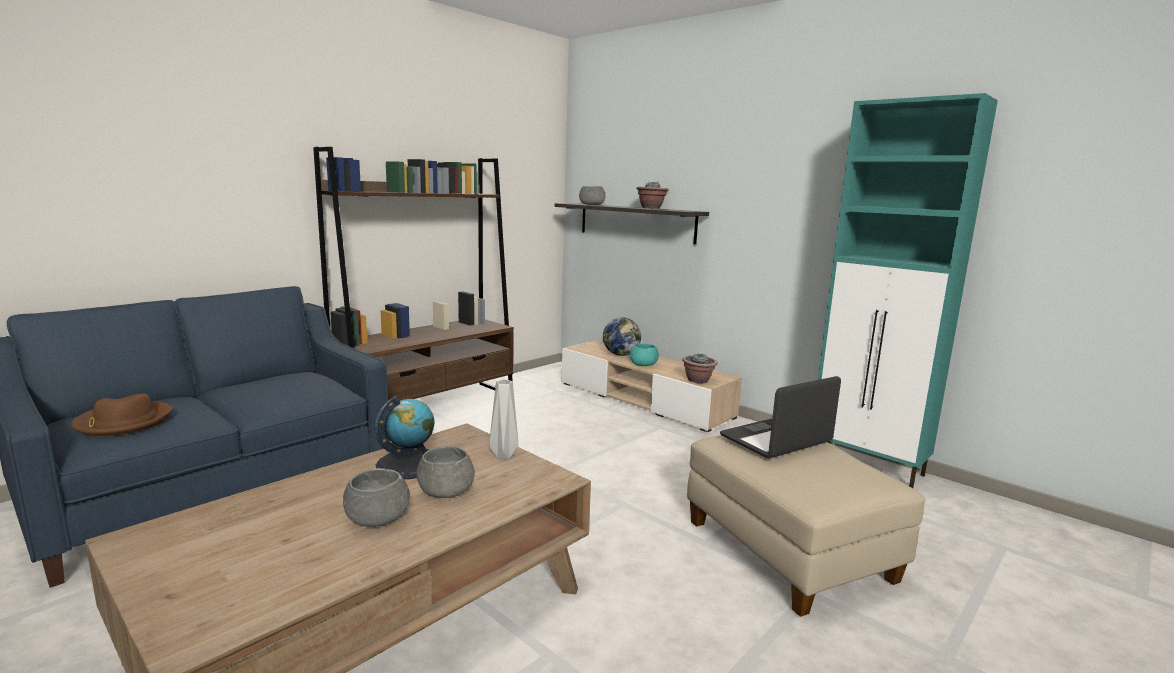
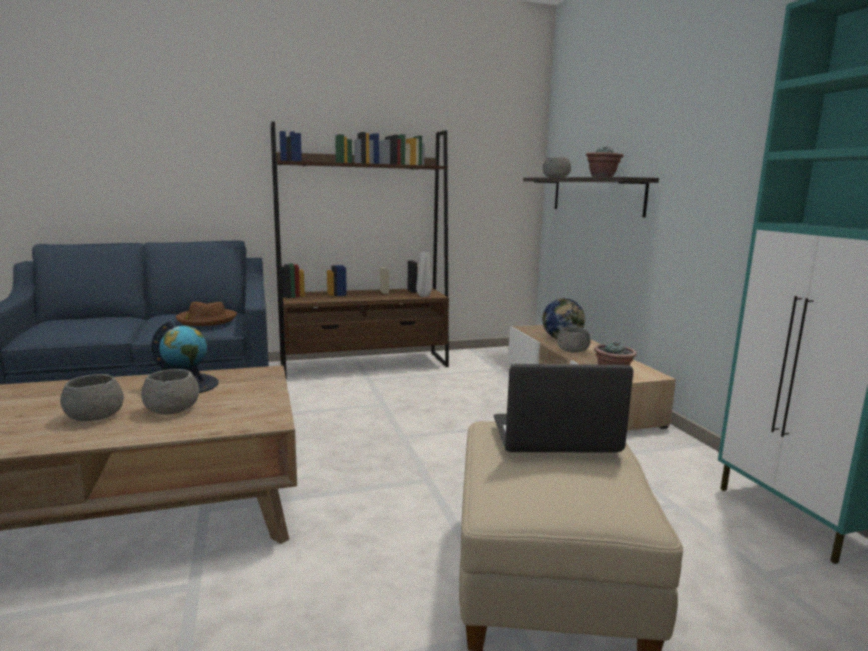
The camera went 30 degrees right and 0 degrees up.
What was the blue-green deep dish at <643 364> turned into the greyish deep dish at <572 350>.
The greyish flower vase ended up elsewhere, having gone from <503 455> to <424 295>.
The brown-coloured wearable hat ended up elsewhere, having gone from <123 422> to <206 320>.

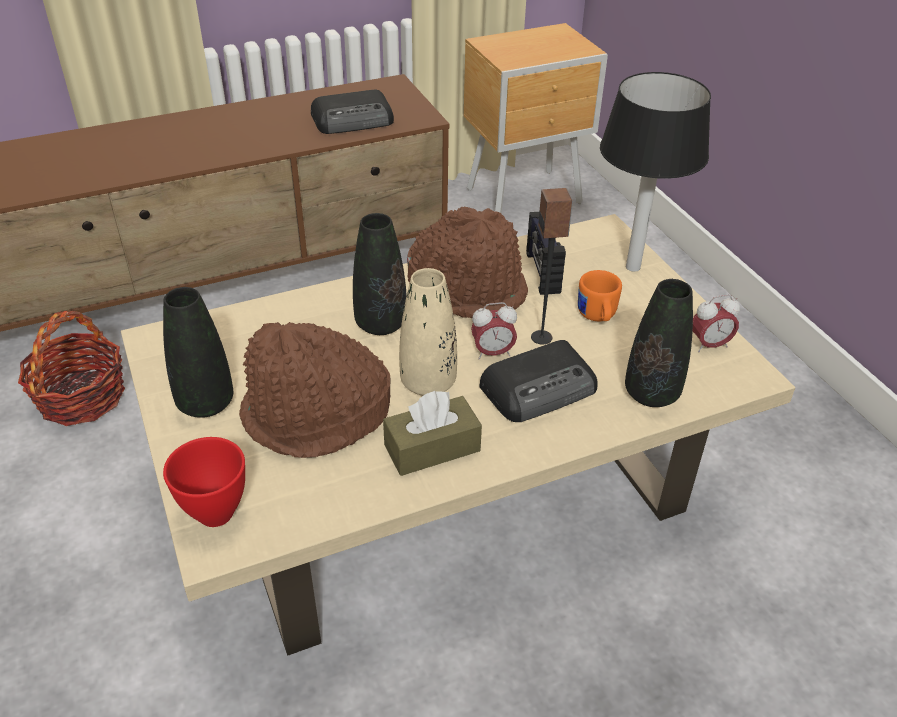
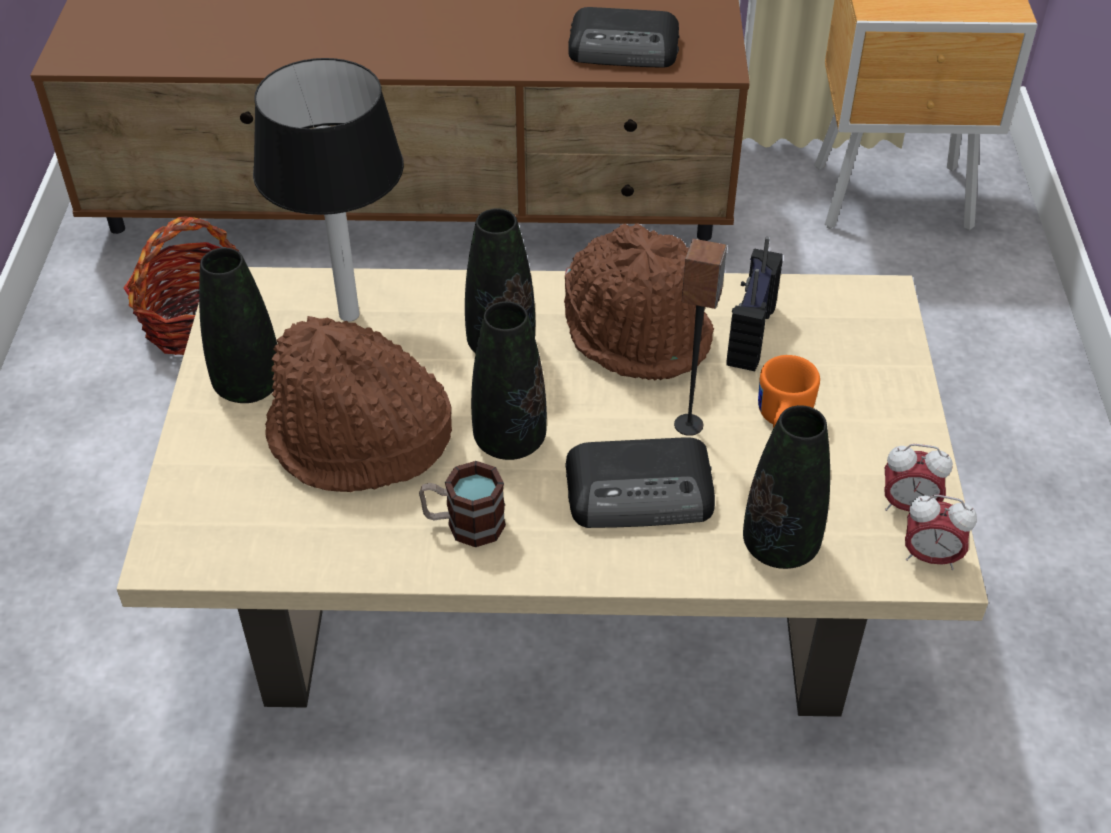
The camera went 25 degrees right and 5 degrees up.
The table lamp ended up elsewhere, having gone from <632 267> to <347 314>.
What was the beige flower vase at <428 383> turned into the black-coloured flower vase at <510 441>.
The table clock ended up elsewhere, having gone from <492 353> to <930 557>.
Where the brown-coloured tissue box stood at <432 448>, the mug came to stand at <464 524>.
The second view lost the red deep dish at <215 515>.

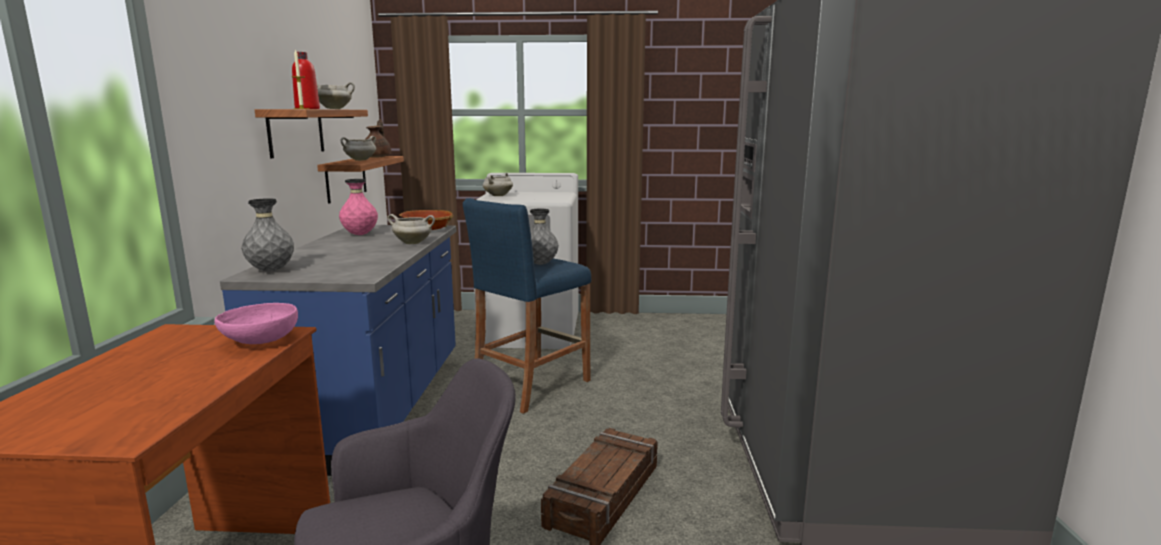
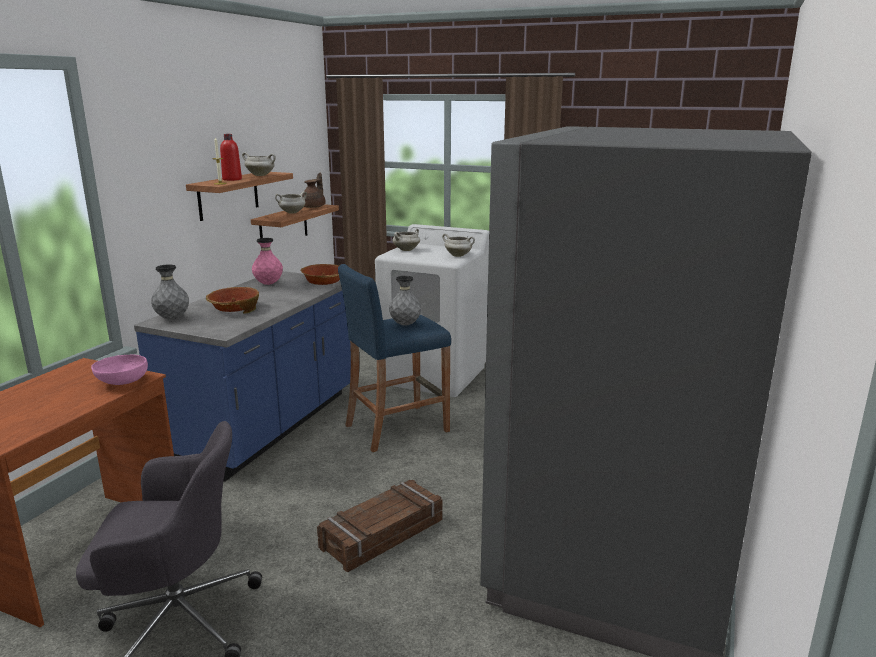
The camera went 20 degrees right and 5 degrees up.
The whitish cooking pot ended up elsewhere, having gone from <413 243> to <458 255>.
The second view gained the deep dish at <234 309>.

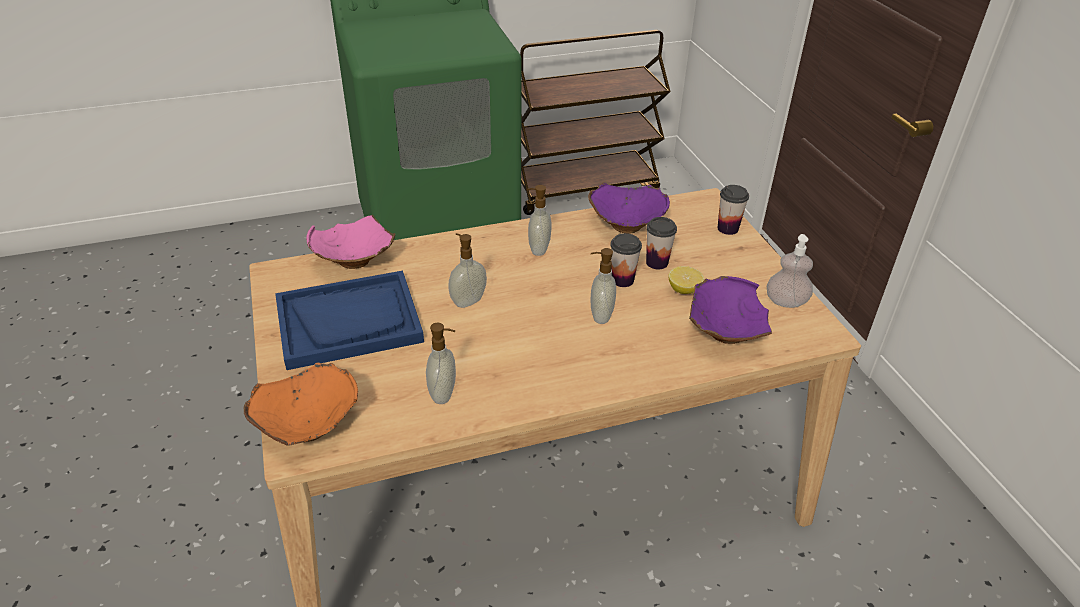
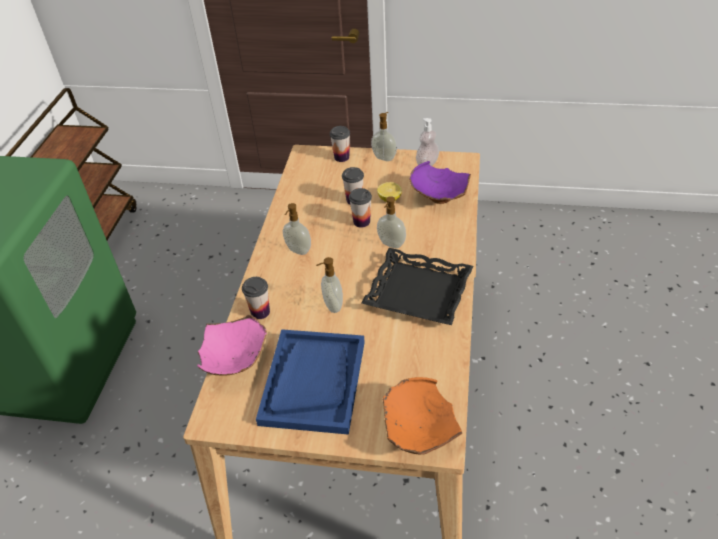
The camera went 60 degrees left and 5 degrees up.
The second view lost the purple deep dish at <626 224>.
The soap dispenser ended up elsewhere, having gone from <444 393> to <384 157>.
The second view gained the black-coloured serving tray at <418 292>.
The second view gained the cup at <260 312>.

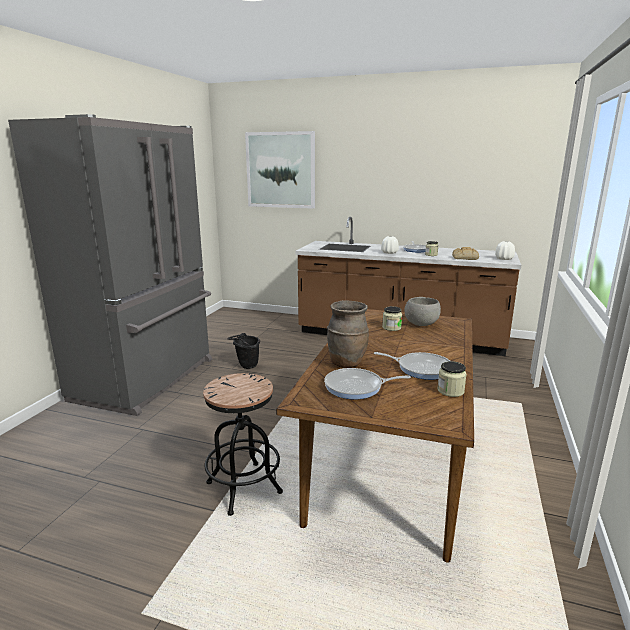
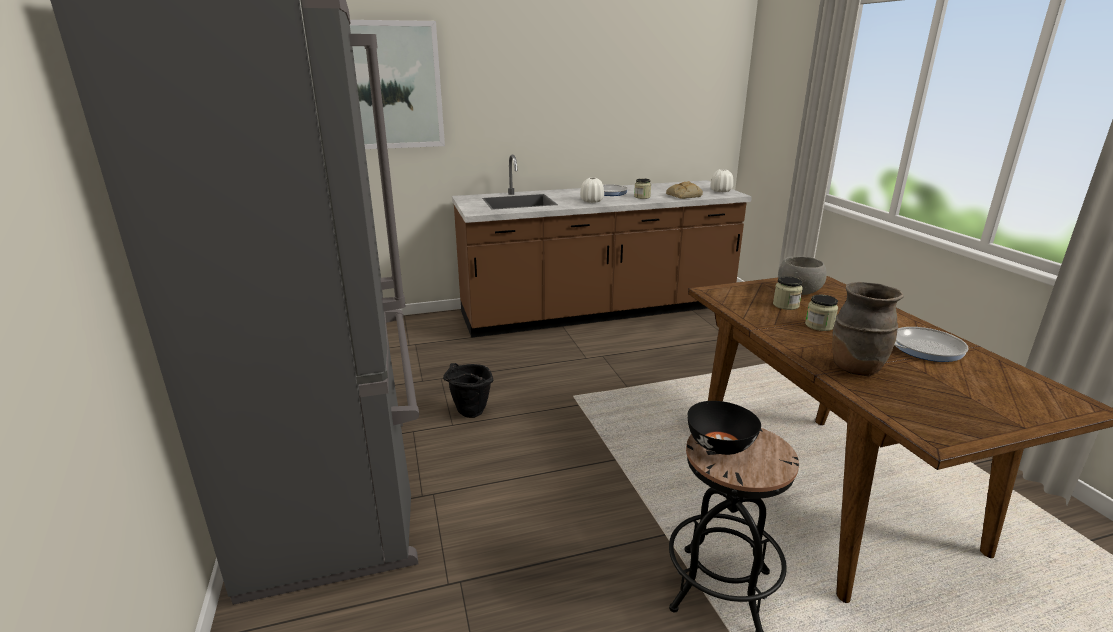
The camera went 35 degrees left and 5 degrees up.
The storage jar ended up elsewhere, having gone from <450 391> to <819 325>.
The second view lost the frying pan at <357 387>.
The second view gained the black-coloured deep dish at <719 444>.

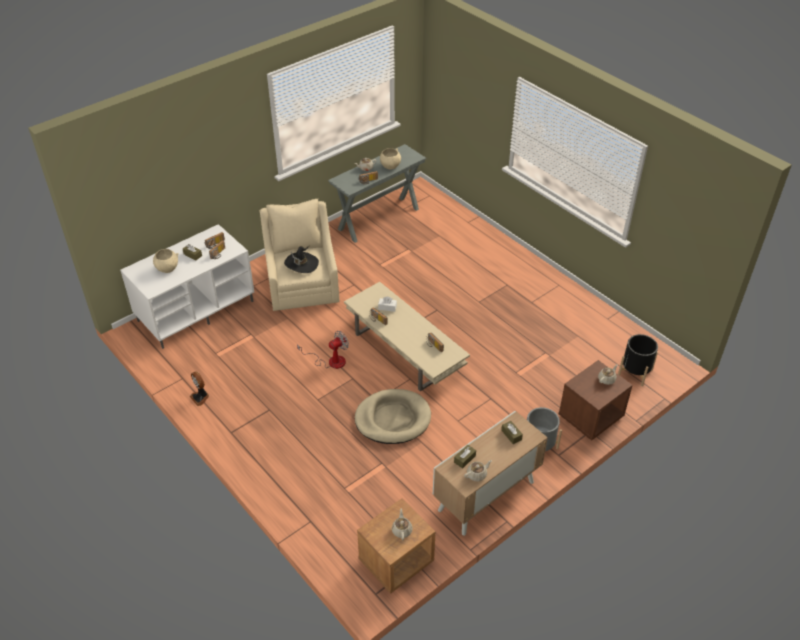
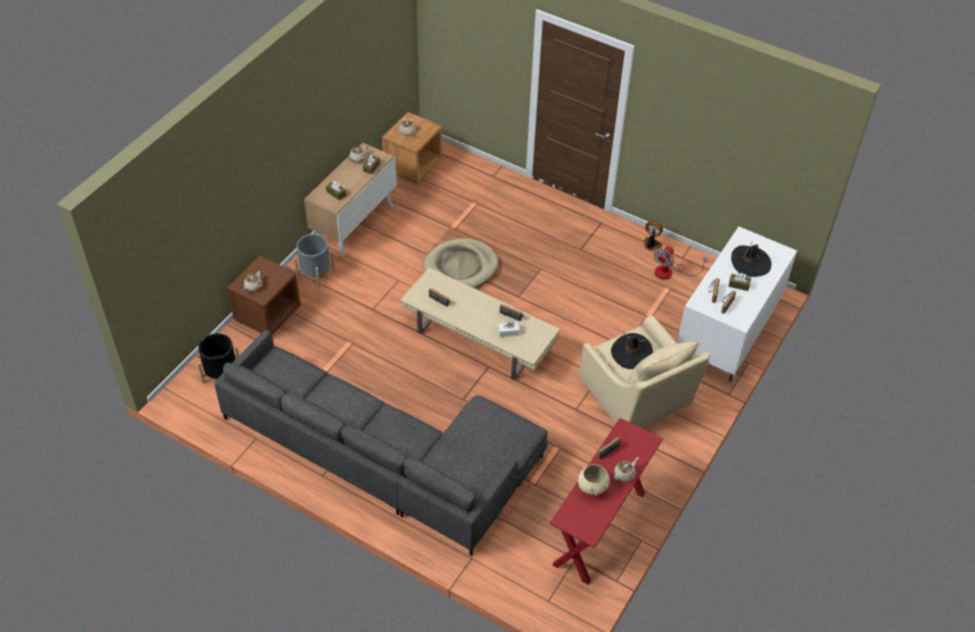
The camera went 160 degrees right and 5 degrees up.
What was the greyish narrow table at <379 219> turned into the red narrow table at <599 528>.
Where the beige deep dish stood at <167 268>, the black-coloured wearable hat came to stand at <750 263>.
The cooling fan ended up elsewhere, having gone from <330 361> to <670 272>.
The second view gained the greyish settee at <387 456>.

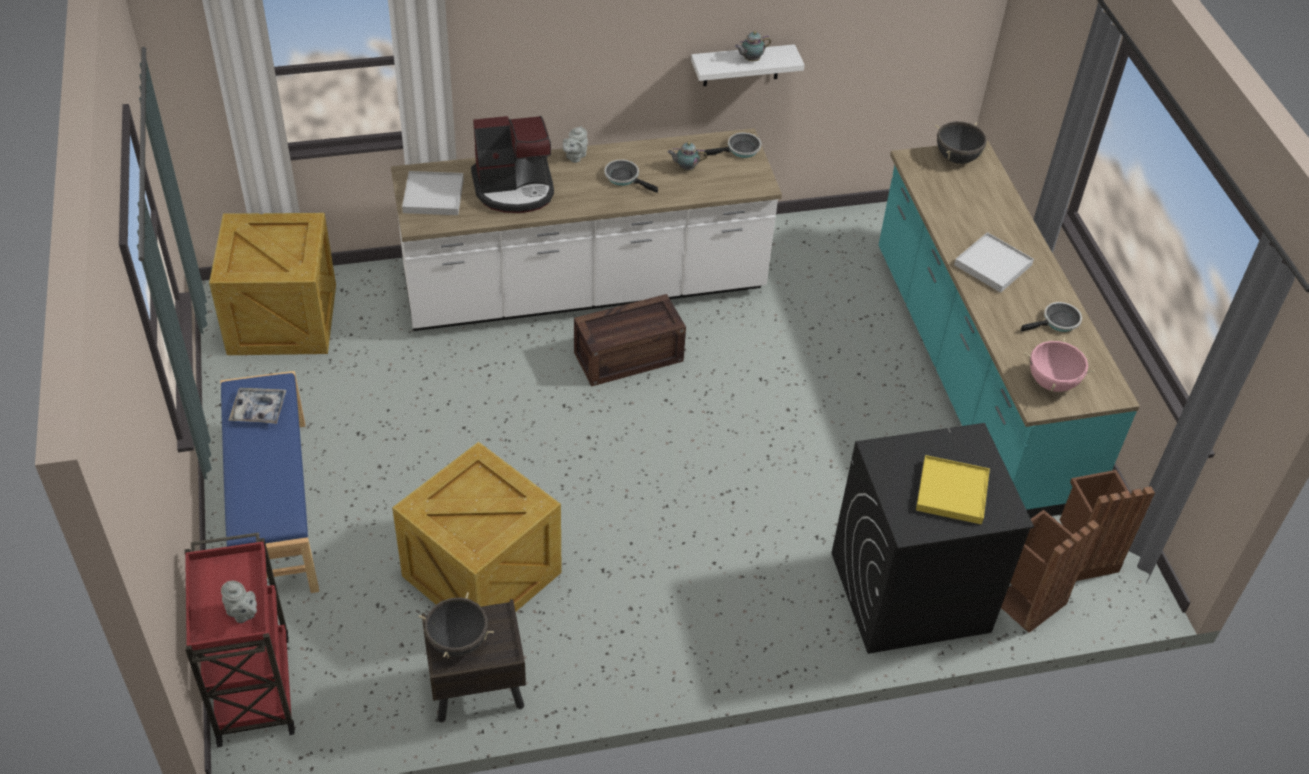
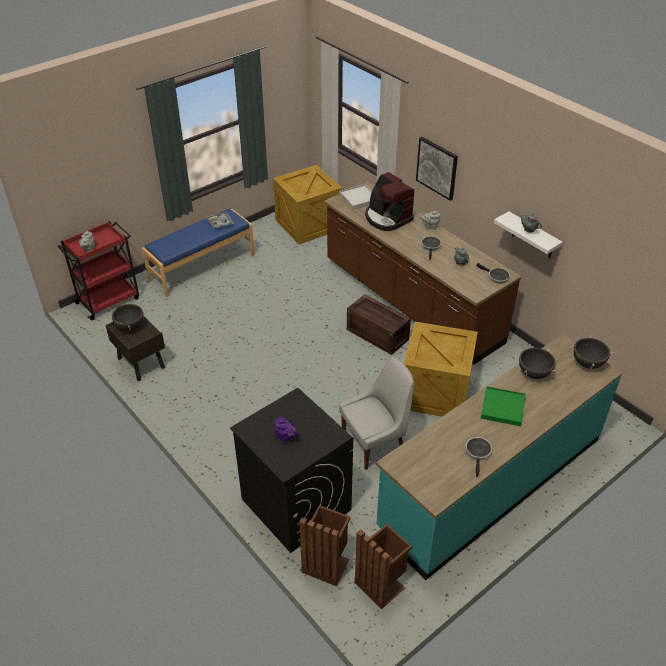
The camera went 65 degrees right and 5 degrees down.
What was the whitish counter at <585 288> turned into the brown-coloured counter at <411 302>.
What was the whitish serving tray at <993 265> turned into the green-coloured serving tray at <502 408>.
The frying pan at <1058 322> ended up facing another way, 120 degrees counterclockwise from before.
The second view lost the pink cooking pot at <1052 382>.
The packing crate ended up elsewhere, having gone from <479 574> to <434 391>.
Where the yellowish serving tray stood at <951 492>, the purple tea pot came to stand at <285 438>.
The second view gained the picture at <437 168>.
The second view gained the black-coloured cooking pot at <534 373>.
The second view gained the whitish upright chair at <375 443>.

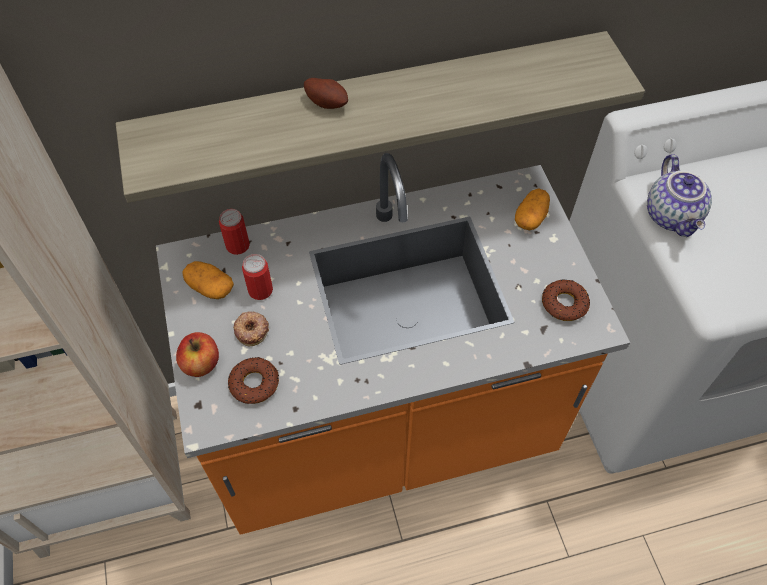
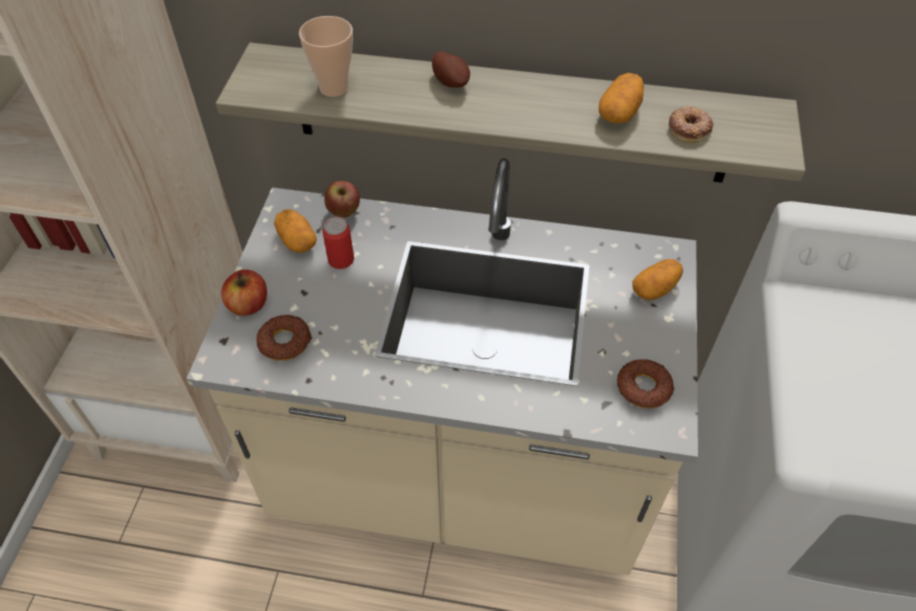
The camera went 25 degrees right and 5 degrees down.
What was the orange counter at <383 432> turned into the beige counter at <458 480>.
The second view lost the tea pot at <673 216>.
Where the can stood at <237 245>, the apple fruit came to stand at <344 212>.
The donut ended up elsewhere, having gone from <252 330> to <689 128>.
The second view gained the cup at <334 88>.
The second view gained the spud at <619 112>.

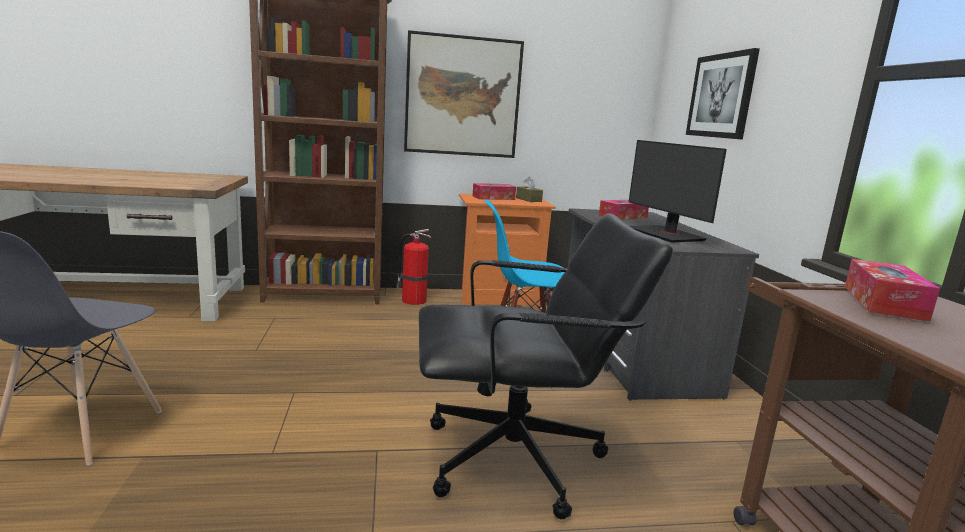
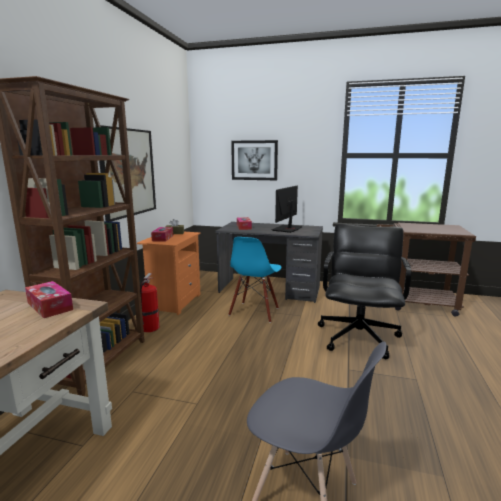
The camera went 65 degrees left and 0 degrees up.
The monitor at <666 234> ended up facing another way, 120 degrees clockwise from before.
The tissue box ended up elsewhere, having gone from <883 302> to <50 306>.

